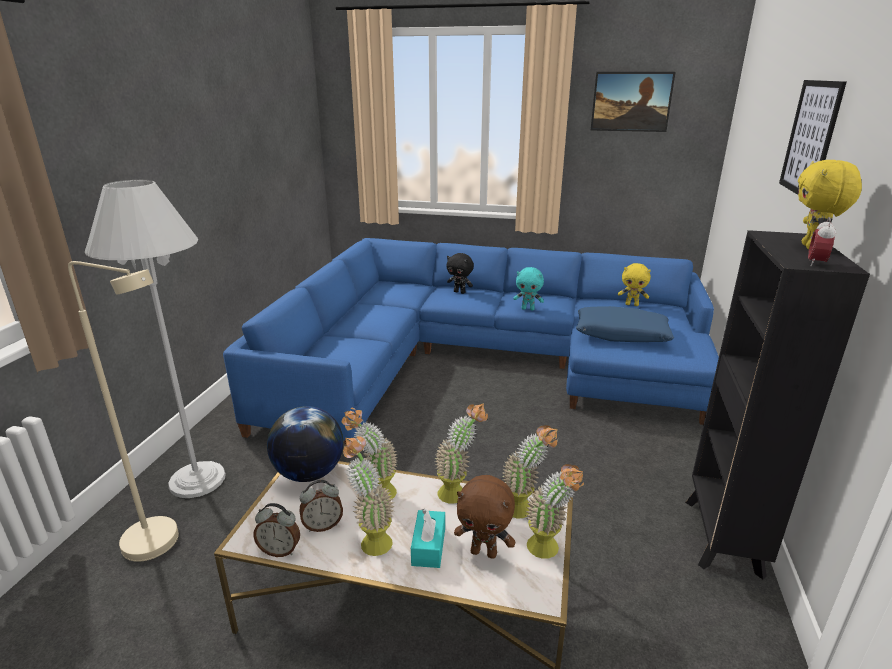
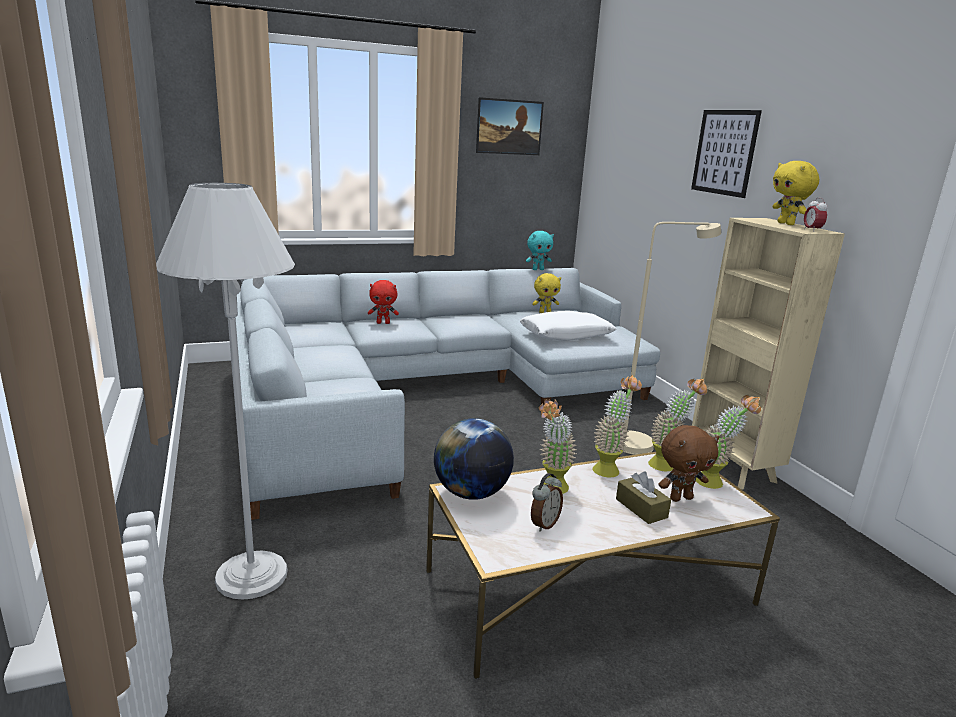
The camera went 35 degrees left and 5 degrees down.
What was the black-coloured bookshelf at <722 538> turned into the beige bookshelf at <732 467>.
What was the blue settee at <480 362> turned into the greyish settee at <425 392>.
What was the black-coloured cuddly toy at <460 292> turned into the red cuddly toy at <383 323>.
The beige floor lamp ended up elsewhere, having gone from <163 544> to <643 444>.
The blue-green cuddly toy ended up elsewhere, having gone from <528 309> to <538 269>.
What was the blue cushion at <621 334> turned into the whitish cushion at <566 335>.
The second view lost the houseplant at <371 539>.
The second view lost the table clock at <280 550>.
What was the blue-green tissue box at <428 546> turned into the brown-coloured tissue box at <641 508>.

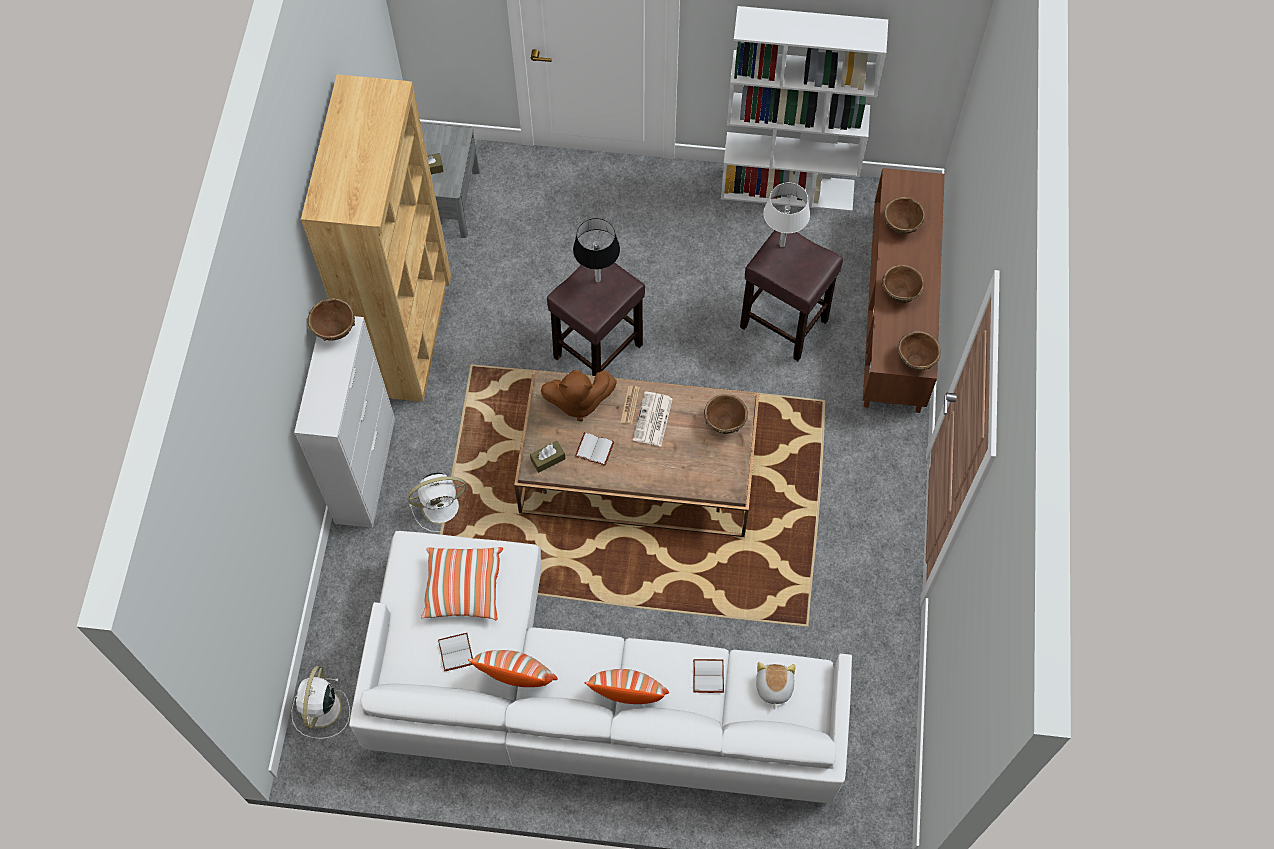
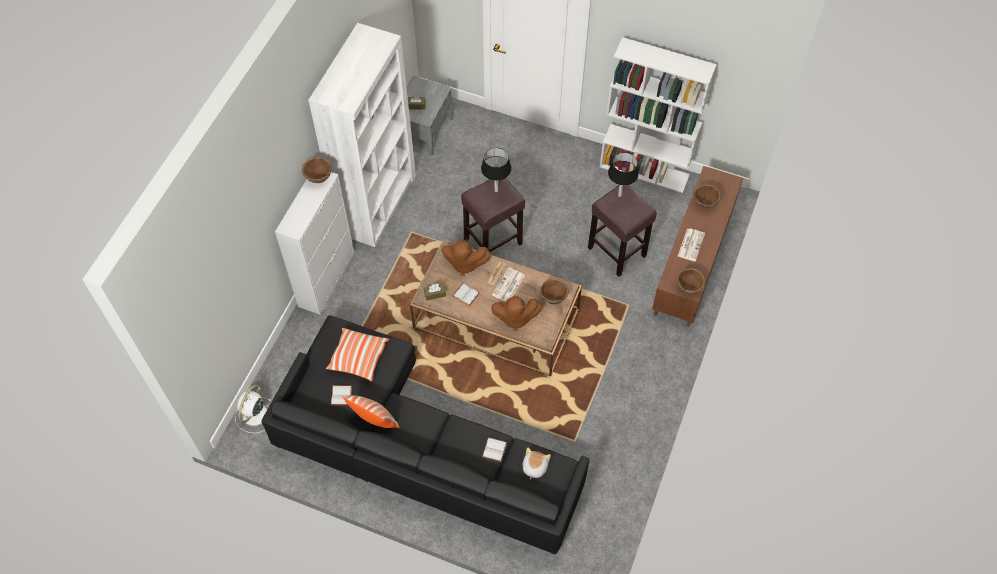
The camera went 15 degrees right and 5 degrees down.
What was the brown-coloured bookshelf at <407 333> turned into the whitish bookshelf at <378 204>.
What was the whitish table lamp at <782 244> turned into the black-coloured table lamp at <619 195>.
Where the brown-coloured deep dish stood at <900 293>, the printed paper came to stand at <691 244>.
The second view lost the whitish cooling fan at <442 506>.
What was the whitish settee at <579 697> turned into the black-coloured settee at <415 448>.
The second view lost the cushion at <628 696>.
The second view gained the brown-coloured cuddly toy at <515 318>.

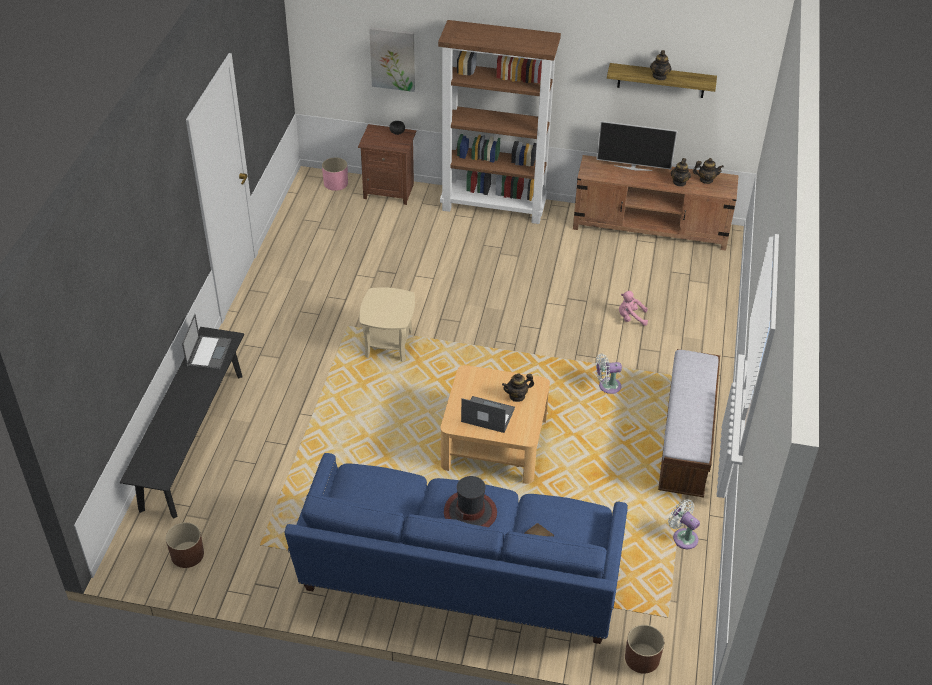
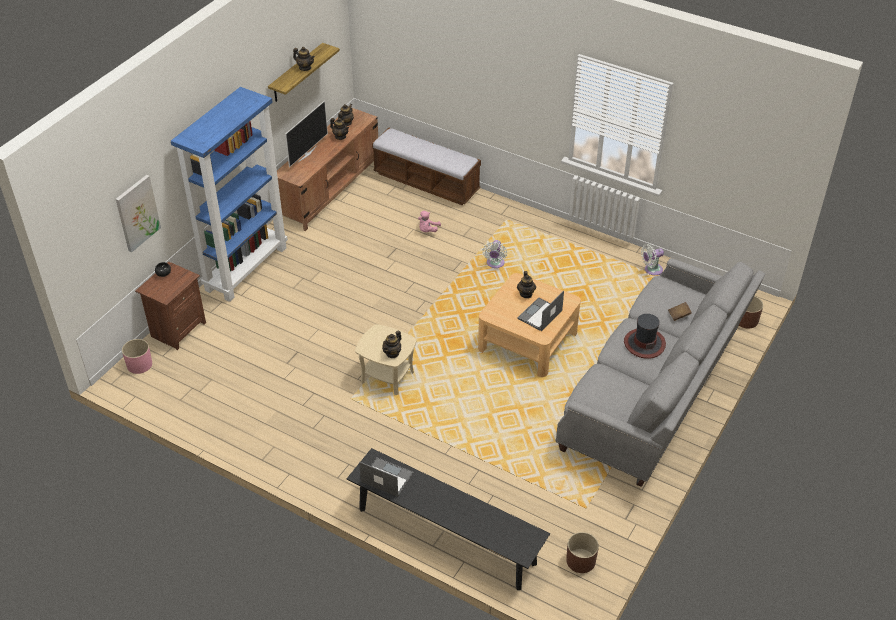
The camera went 70 degrees left and 0 degrees up.
What was the brown-coloured bookshelf at <494 207> turned into the blue bookshelf at <246 268>.
The bench ended up elsewhere, having gone from <685 441> to <426 182>.
What was the blue settee at <459 578> turned into the greyish settee at <654 393>.
The second view gained the tea pot at <392 353>.

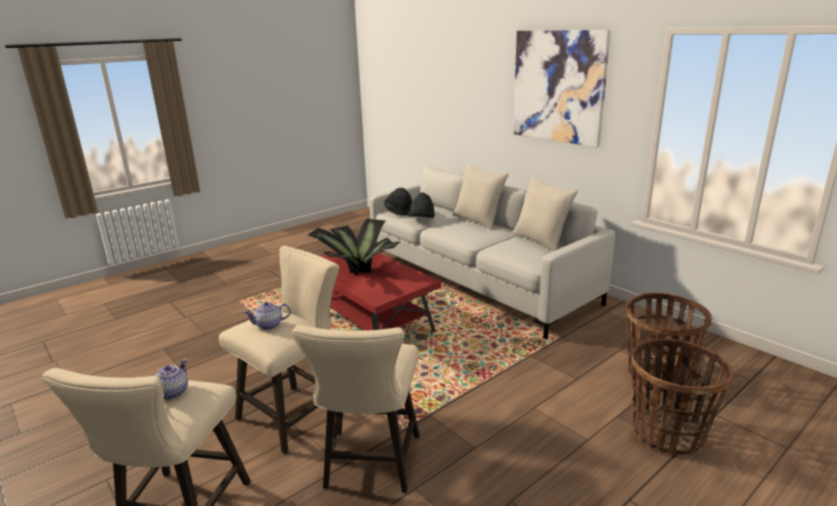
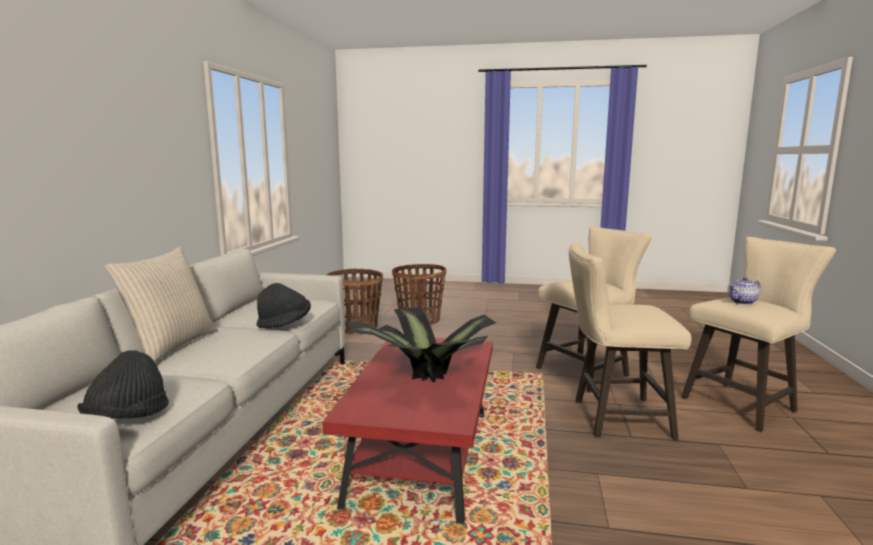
The camera went 130 degrees left and 10 degrees down.
The second view lost the picture at <558 86>.
The second view lost the beige cushion at <541 240>.
The black-coloured wearable hat ended up elsewhere, having gone from <422 219> to <284 323>.
The second view lost the tea pot at <269 325>.

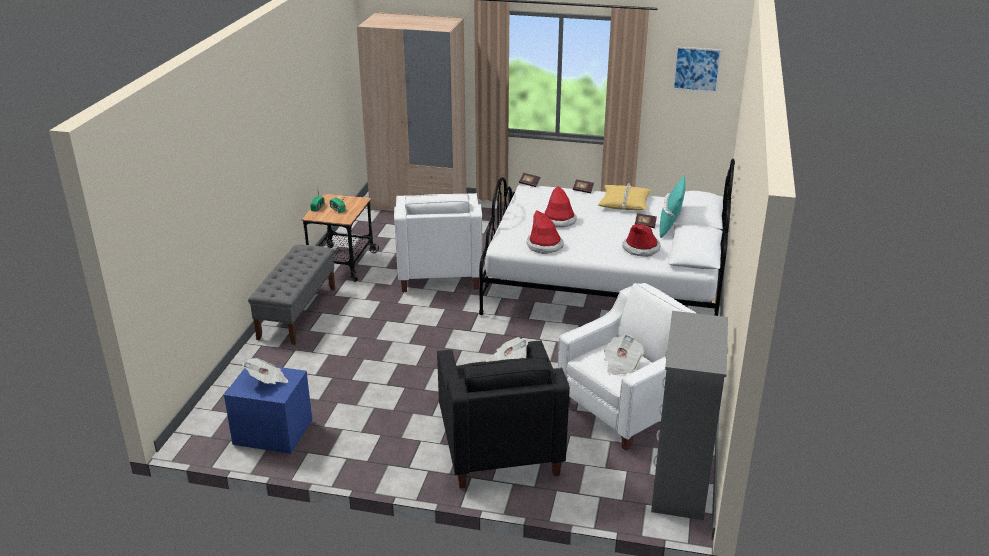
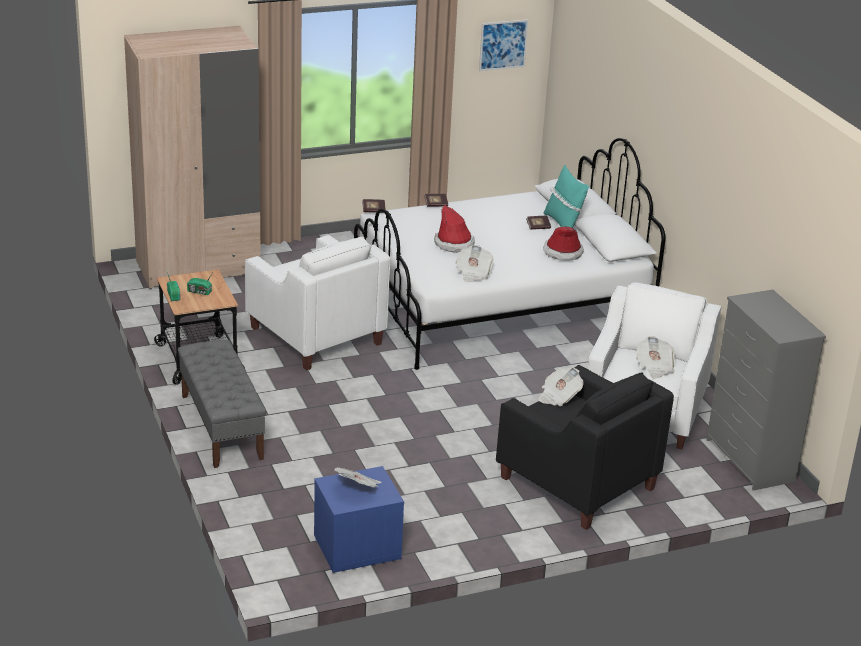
The camera went 35 degrees left and 0 degrees up.
The second view lost the yellowish cushion at <624 203>.
Where the wearable hat stood at <544 246>, the printed paper came to stand at <473 273>.

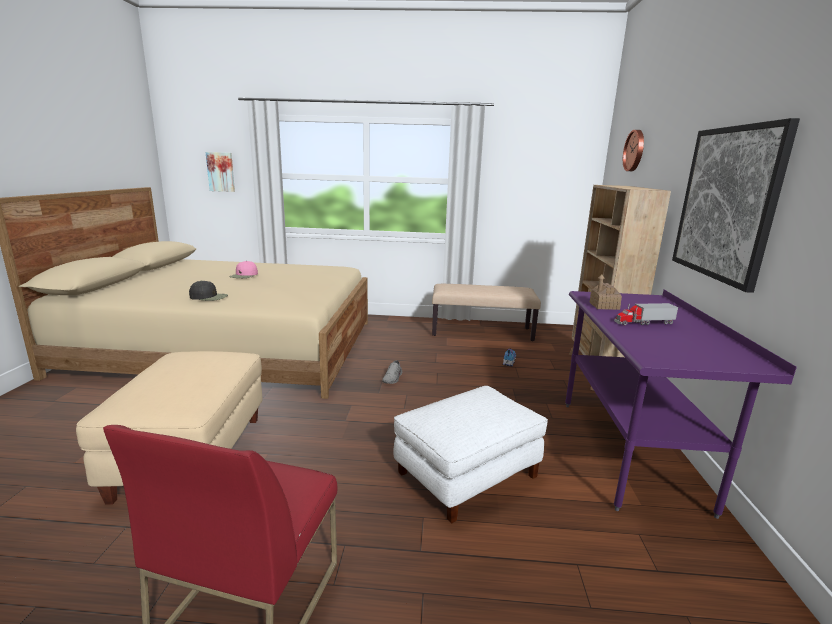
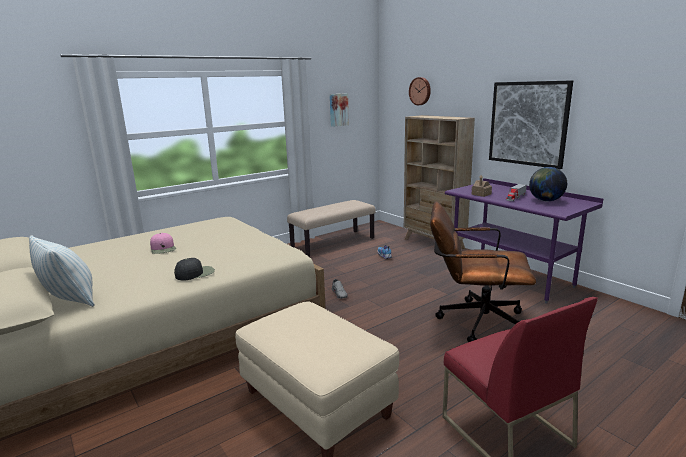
The camera went 40 degrees left and 0 degrees up.
The picture ended up elsewhere, having gone from <221 172> to <338 109>.
Where the whitish ottoman stood at <467 474>, the brown-coloured desk chair came to stand at <474 321>.
The second view gained the desk globe at <545 200>.
The second view gained the cushion at <70 299>.

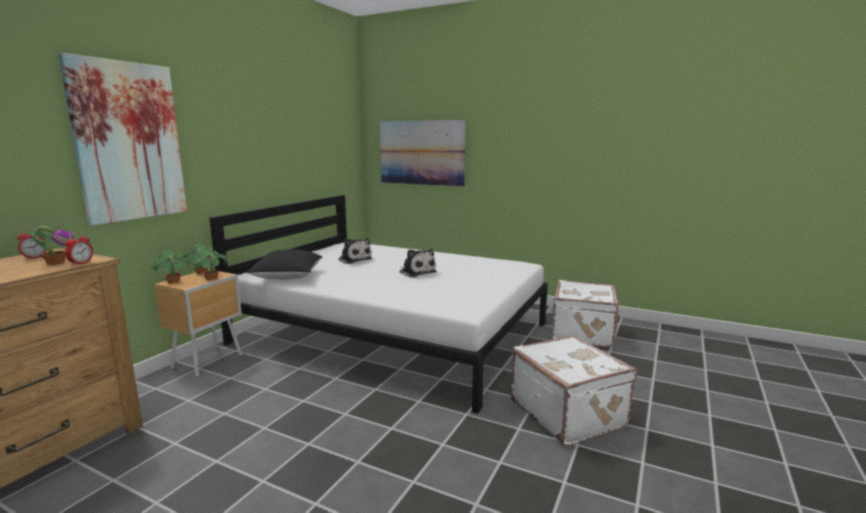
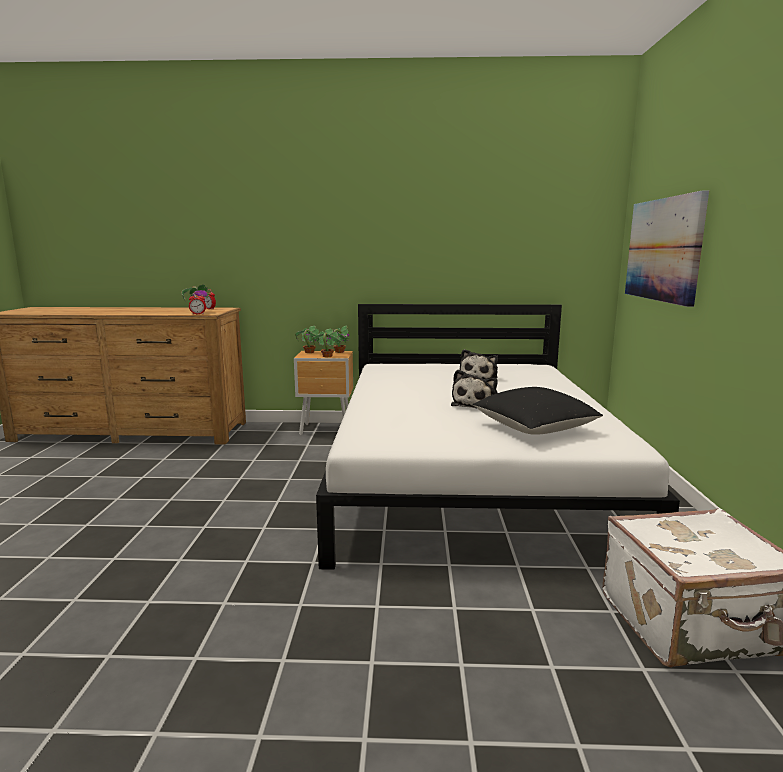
The camera went 65 degrees right and 0 degrees up.
The second view lost the picture at <129 142>.
The black-coloured cushion ended up elsewhere, having gone from <287 277> to <534 429>.
The second view lost the whitish travel case at <568 413>.

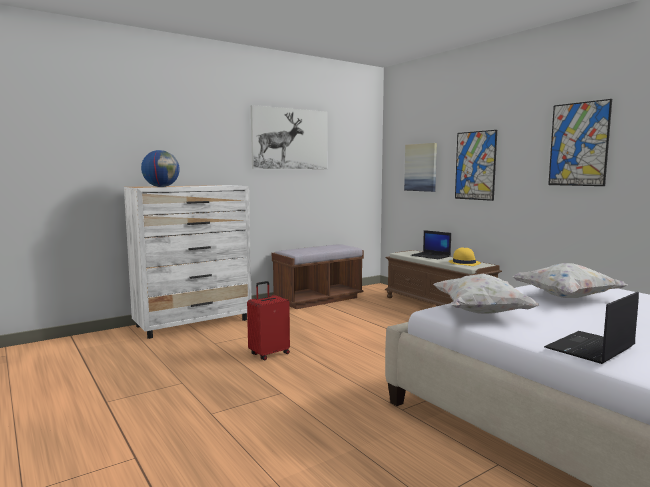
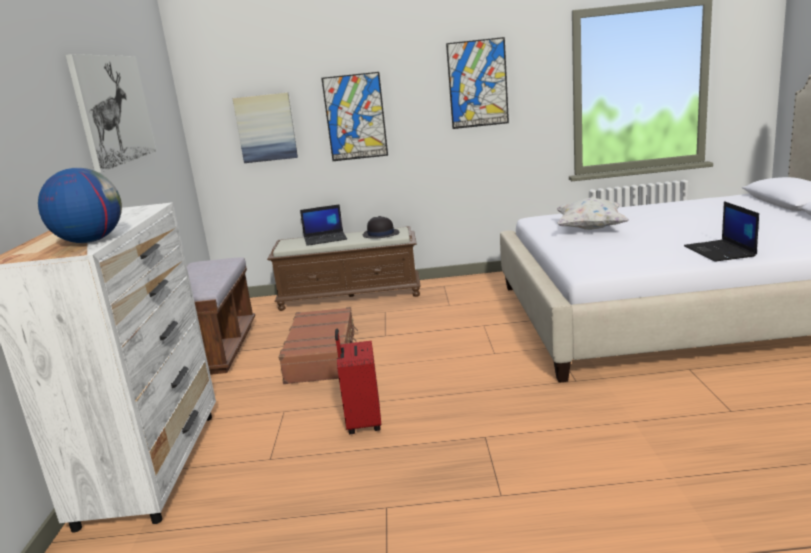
The camera went 55 degrees left and 10 degrees up.
What was the yellowish wearable hat at <464 263> turned into the black-coloured wearable hat at <380 234>.
The second view lost the whitish cushion at <482 313>.
The second view gained the brown-coloured travel case at <322 356>.

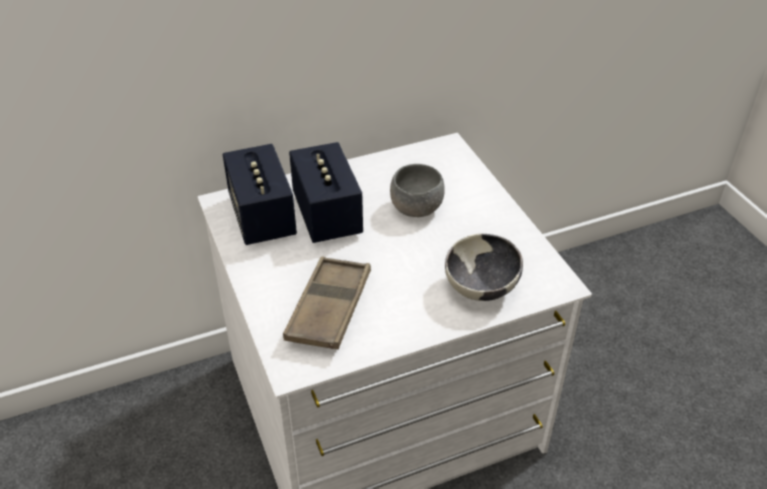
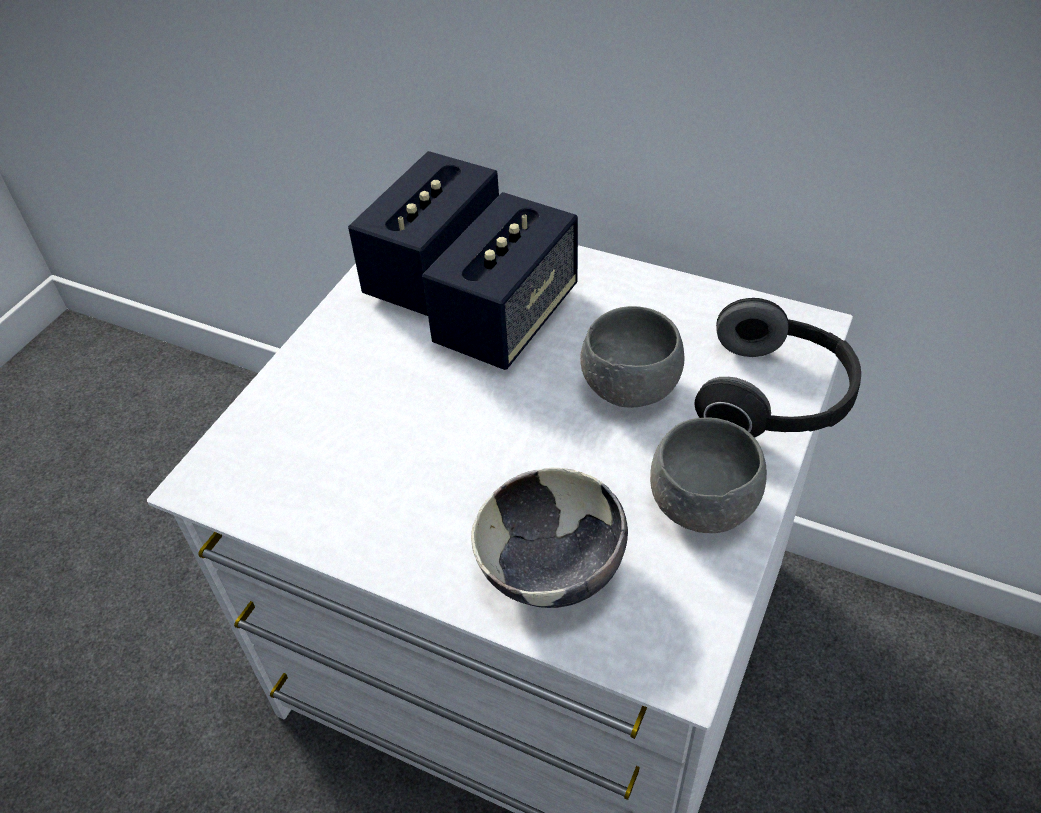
The camera went 50 degrees right and 5 degrees up.
The second view lost the brown-coloured serving tray at <329 308>.
The second view gained the headset at <775 399>.
The second view gained the greyish deep dish at <702 506>.

